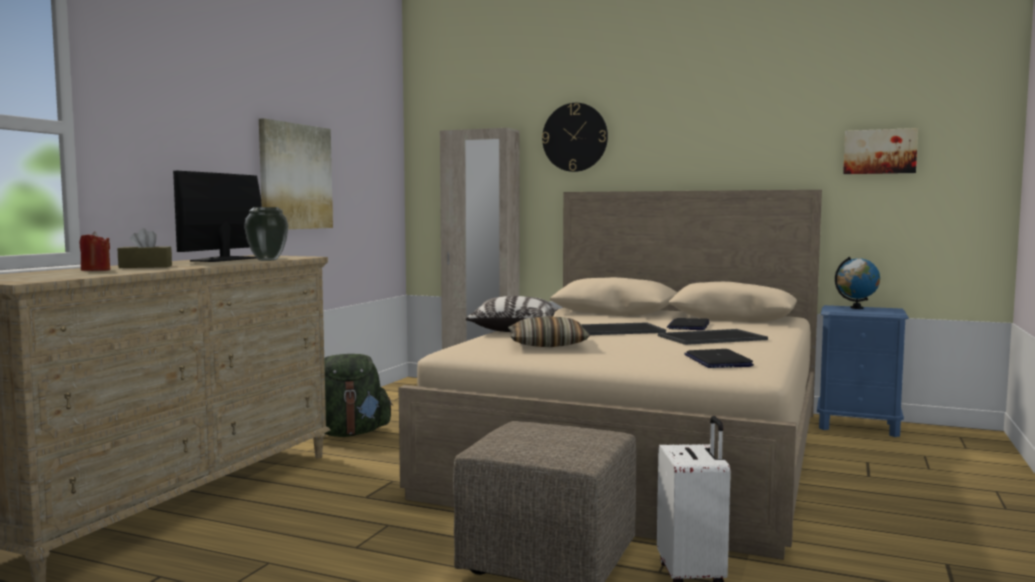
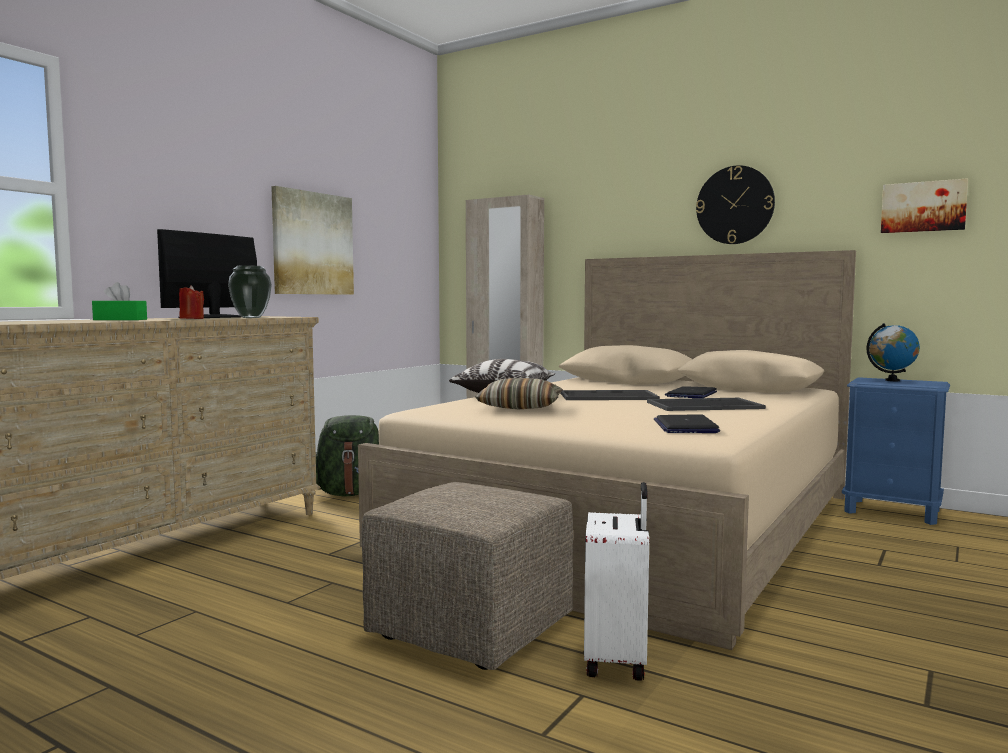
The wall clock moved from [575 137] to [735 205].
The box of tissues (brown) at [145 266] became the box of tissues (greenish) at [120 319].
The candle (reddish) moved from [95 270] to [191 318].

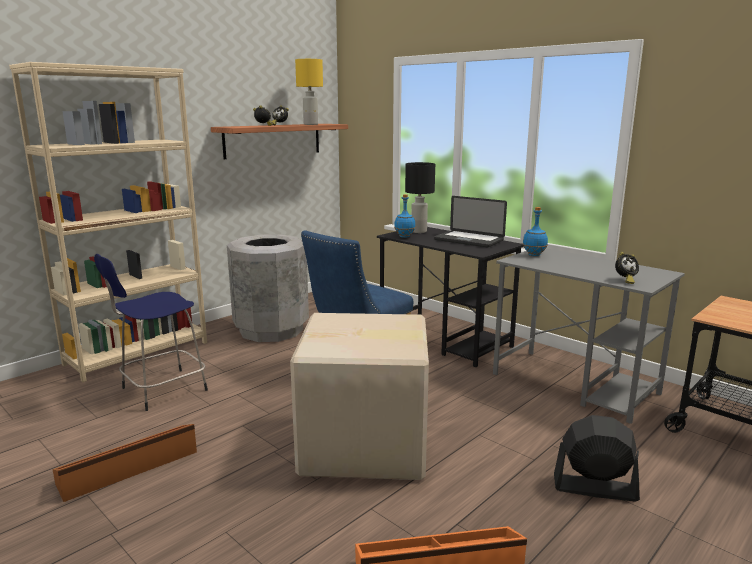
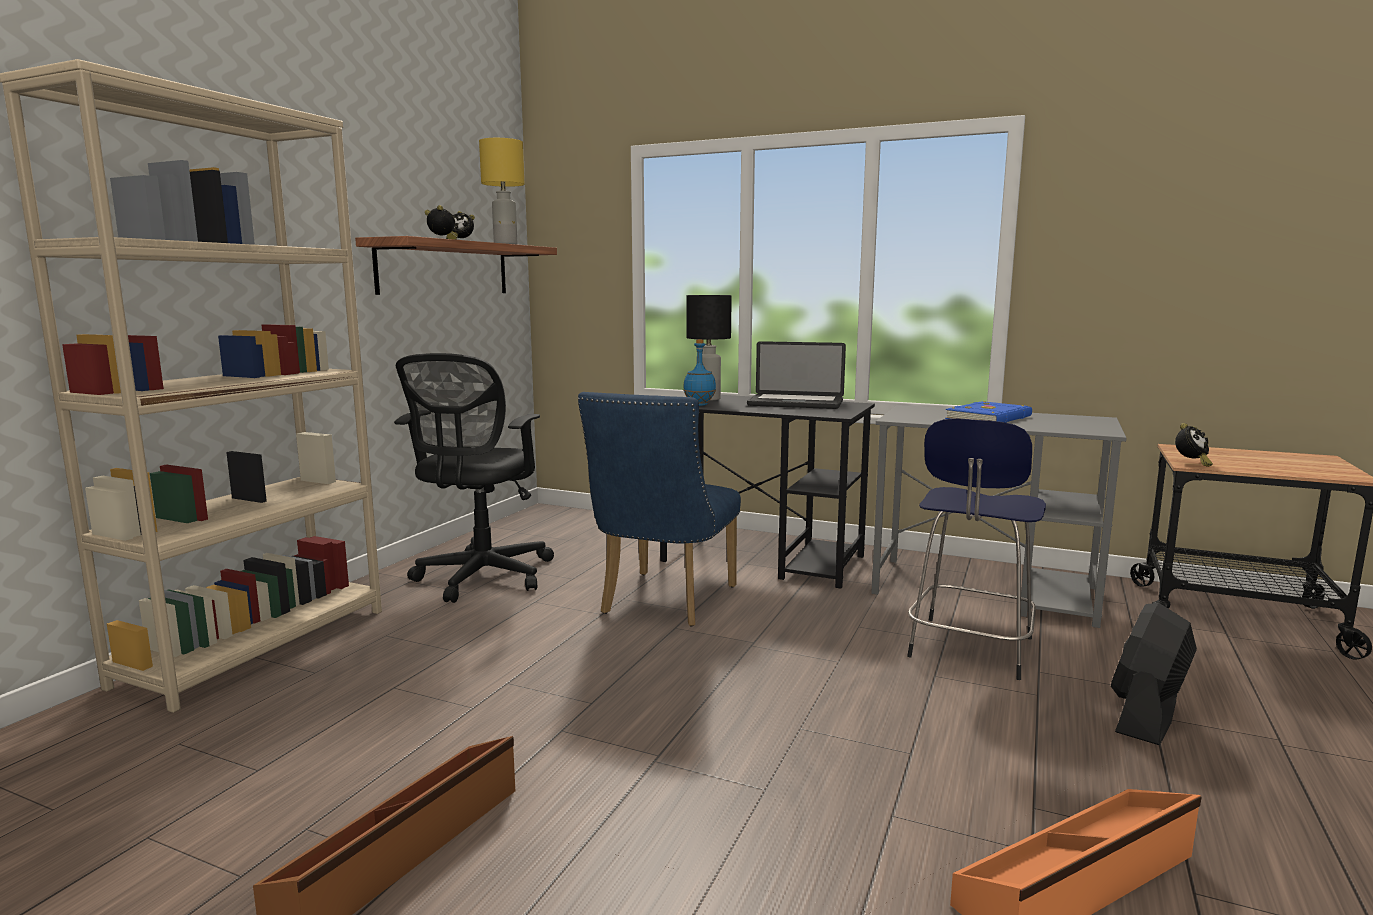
The bottle (blue) at [534 255] disappeared.
The waste bin (greyish) at [271 330] was replaced by the computer chair (black) at [481 579].
The alarm clock moved from [625 280] to [1191 463].
The sitting stool (blue) moved from [161 390] to [969 649].
The carton at [366 445] disappeared.
The electric fan (black) at [594 488] turned 45 degrees counterclockwise.
The book (blue) at [990 418] appeared.

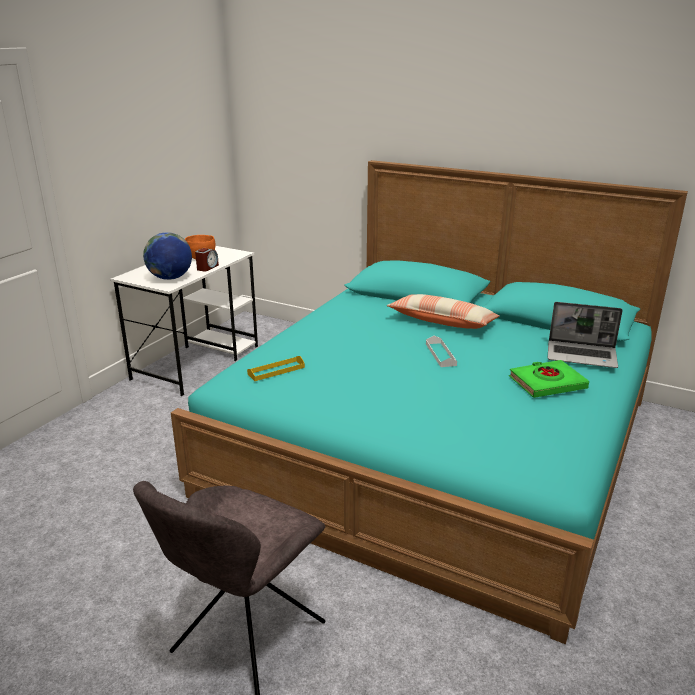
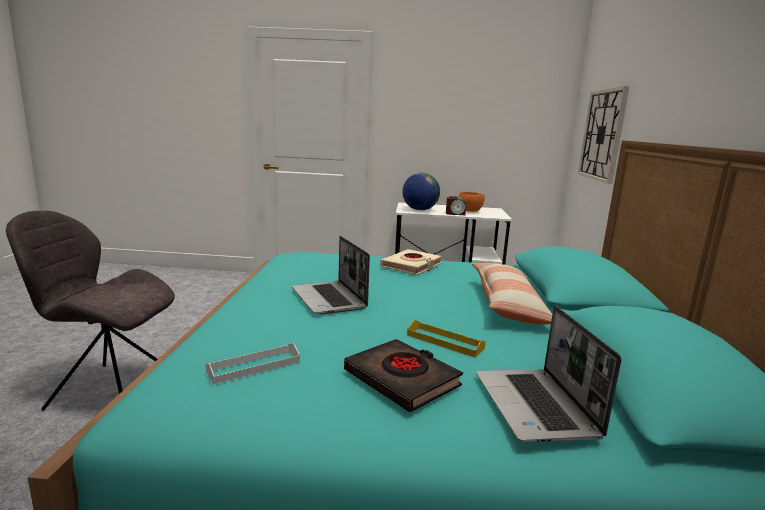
The serving tray (white-coloured) moved from [440 354] to [254 366].
The serving tray (yellow) moved from [276 371] to [445 342].
The book (greenish) at [547 383] became the book (black) at [402 379].
The wall clock at [602 135] appeared.
The laptop at [330 299] appeared.
The book (beige-coloured) at [411 266] appeared.

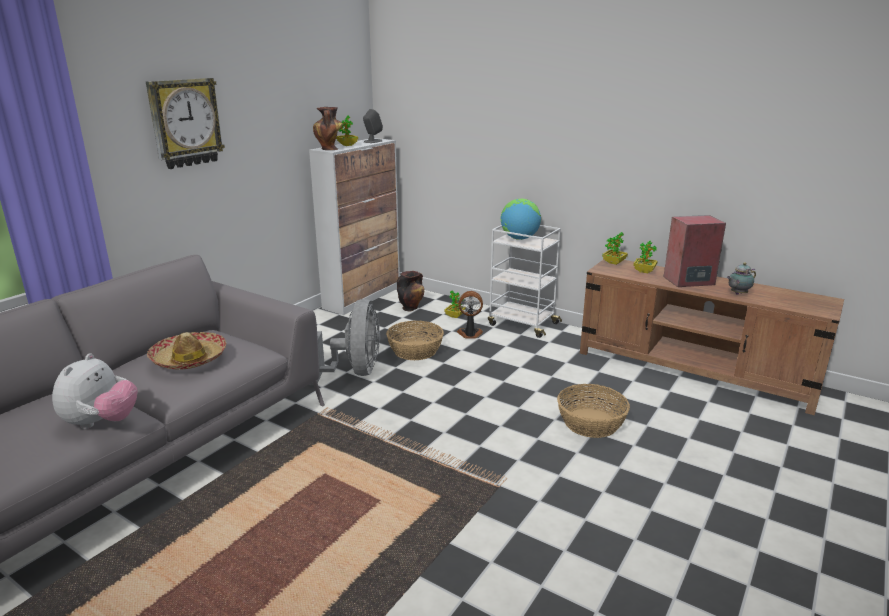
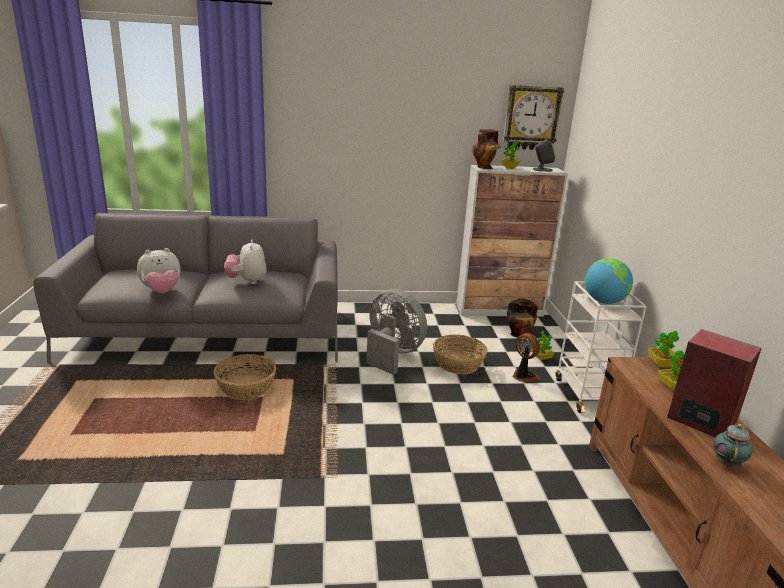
The wall clock moved from [185 123] to [531 118].
The teapot at [737 294] turned 90 degrees clockwise.
The electric fan (greyish) at [355 372] turned 105 degrees counterclockwise.
The hat at [189 359] was replaced by the plush toy at [247 281].
The basket moved from [591 423] to [246 388].

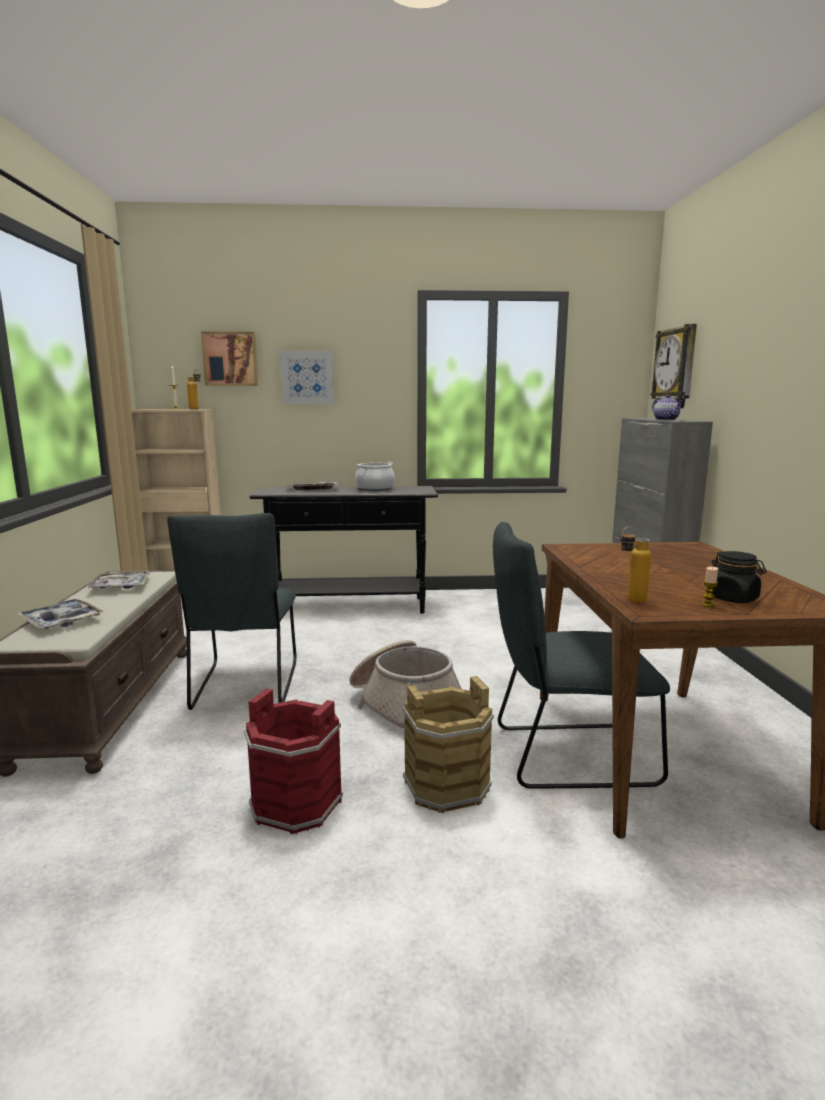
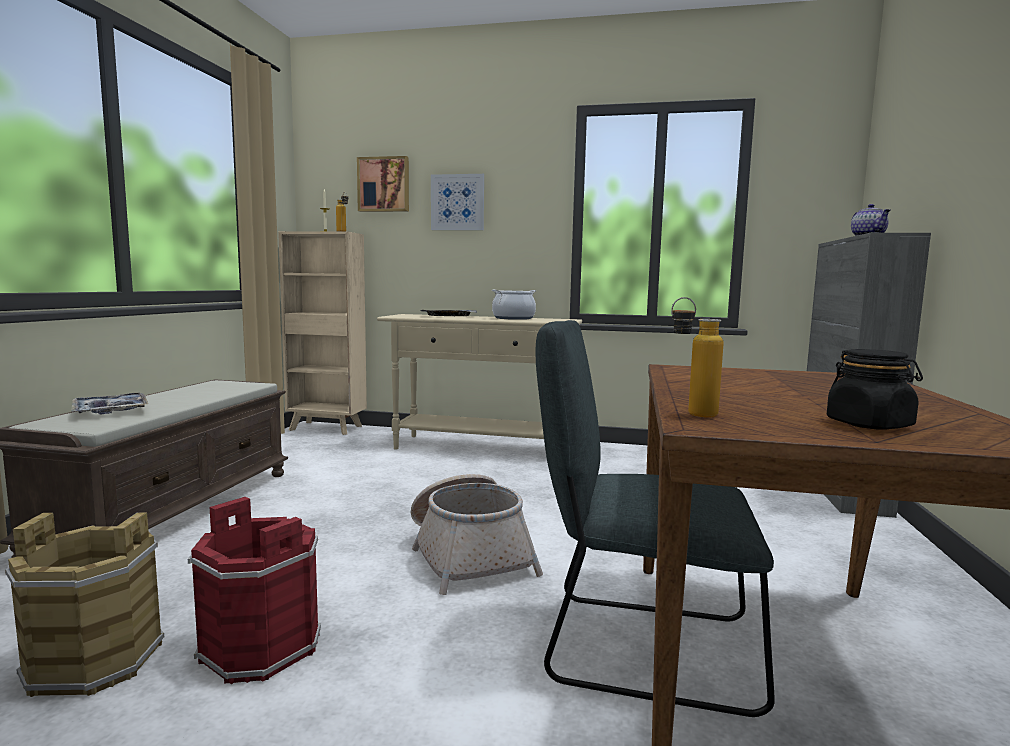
The wall clock at [676 368] disappeared.
The narrow table (black) at [349 607] became the narrow table (beige-coloured) at [480 448].
The upright chair (greyish) at [245 688] disappeared.
The candle at [708 604] disappeared.
The serving tray at [121 586] disappeared.
The water bucket (brown) moved from [446 785] to [95 660].

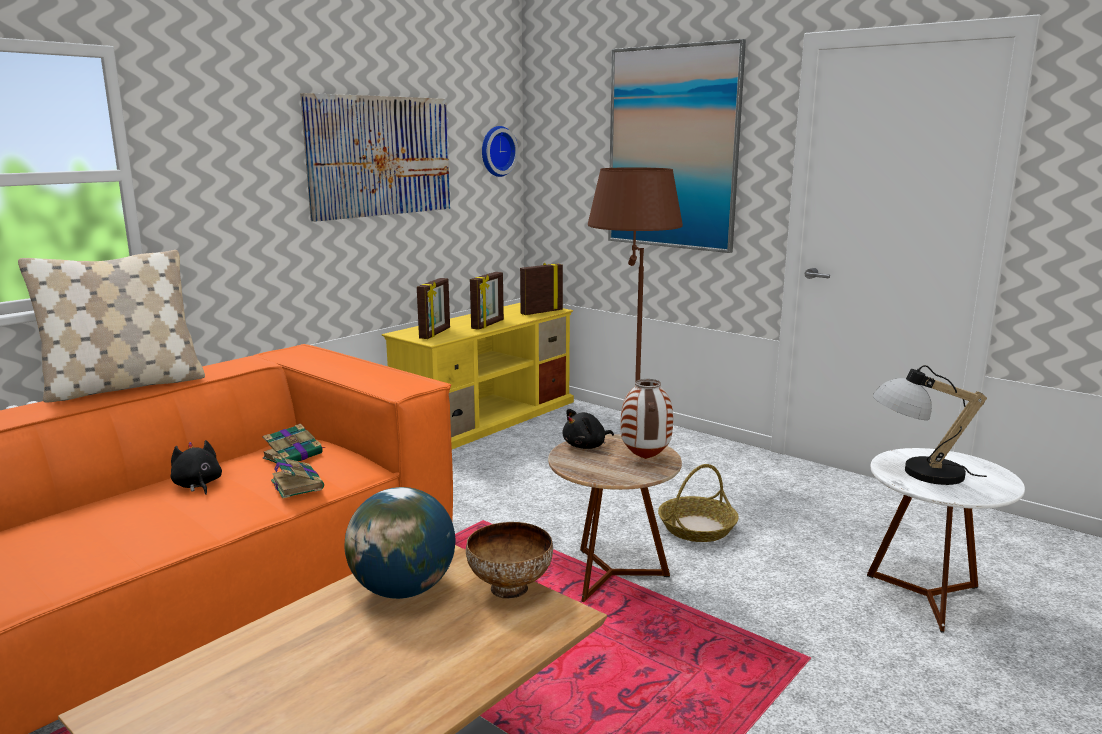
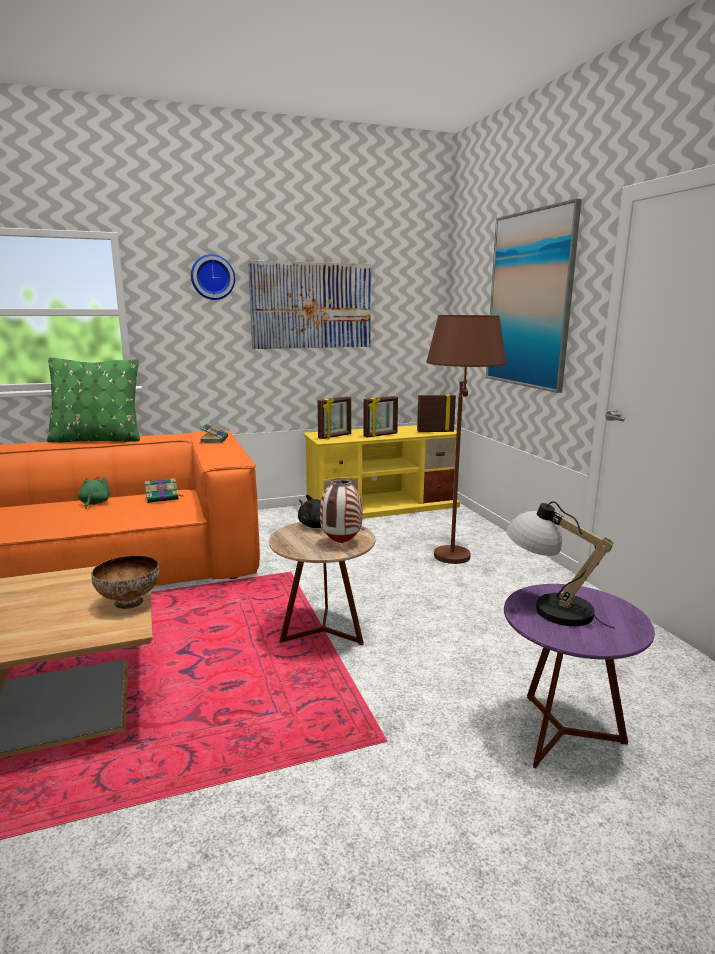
The wall clock moved from [496 151] to [212 277].
The cushion (beige-coloured) at [125 386] became the cushion (greenish) at [97 440].
The plush toy (black) at [197 485] became the plush toy (greenish) at [94 503].
The side table (white-coloured) at [927 596] became the side table (purple) at [562 733].
The book moved from [297 484] to [214 440].
The basket at [697 528] disappeared.
The globe at [403 589] disappeared.

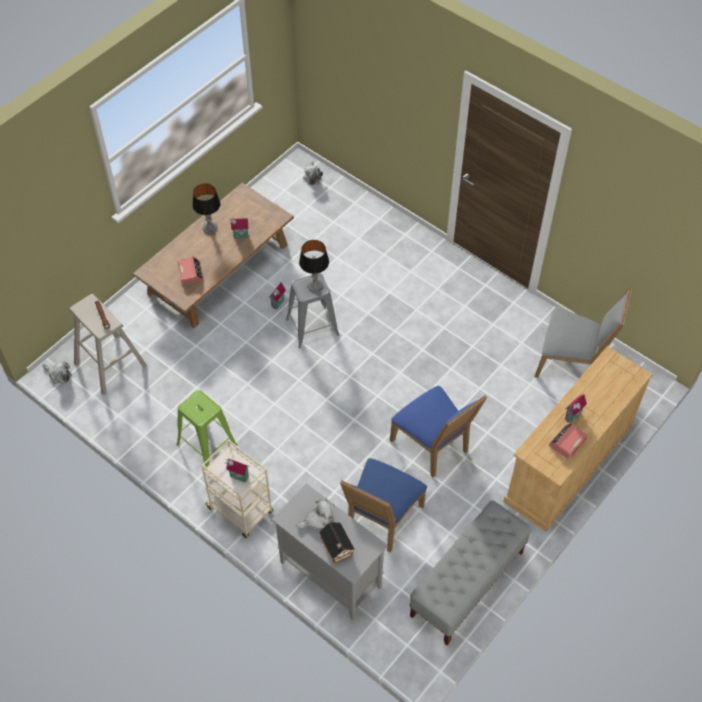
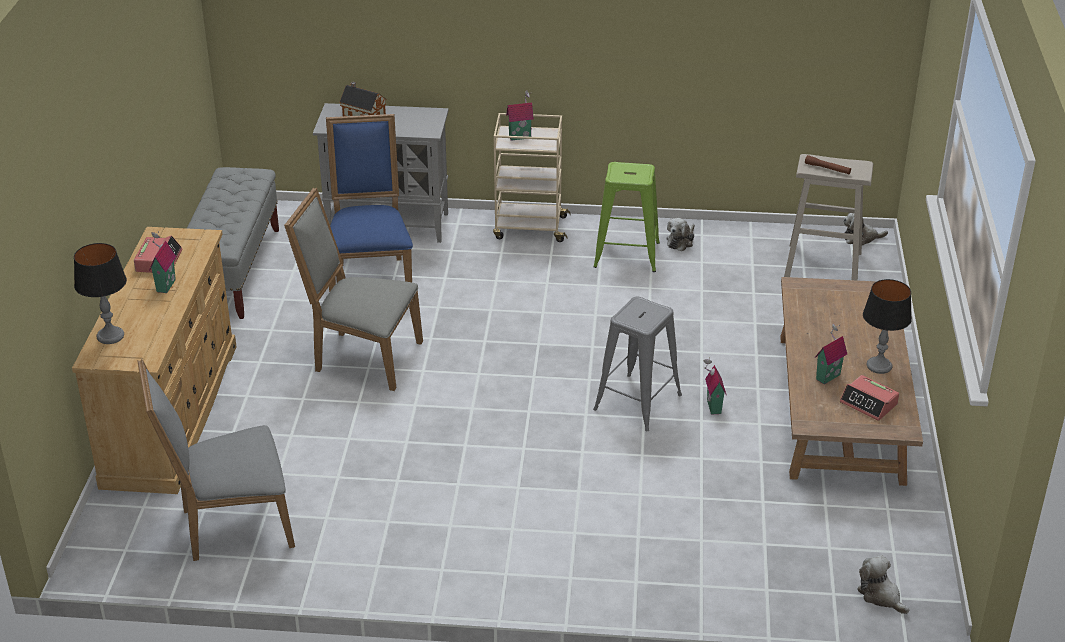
The table lamp moved from [315 285] to [110 336].
The alarm clock moved from [190 273] to [869 403].
The upright chair (blue) at [433 447] became the upright chair (greyish) at [362 357].
The plush toy moved from [317 519] to [681 241].

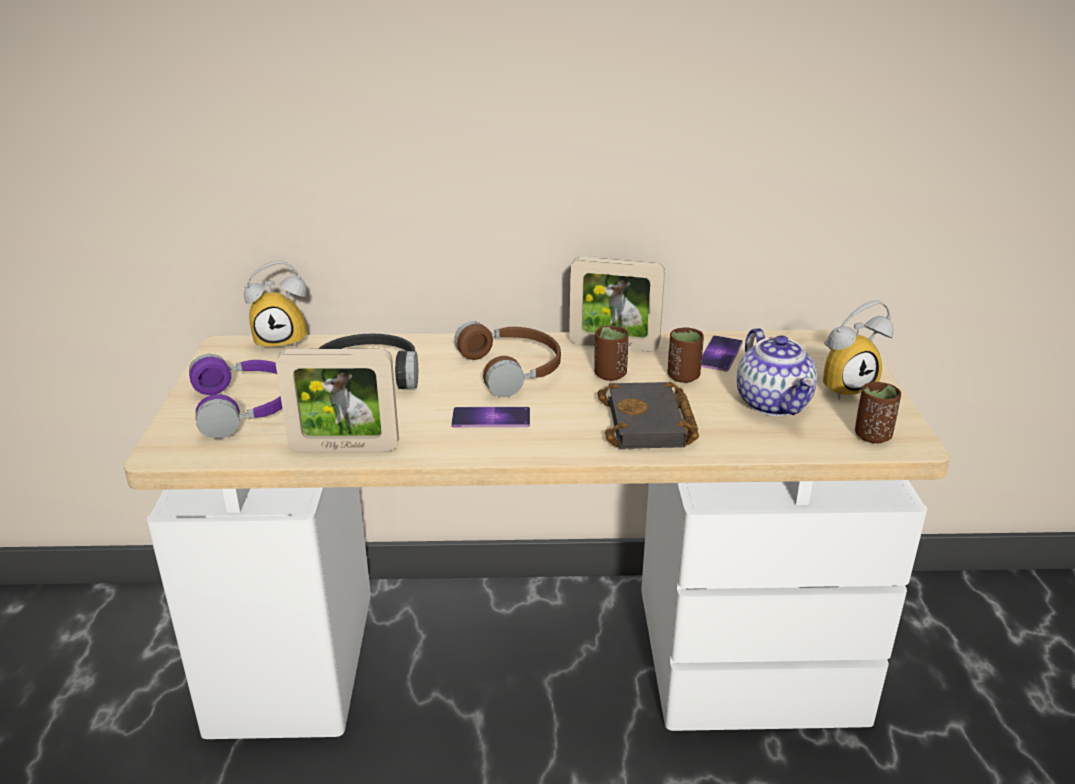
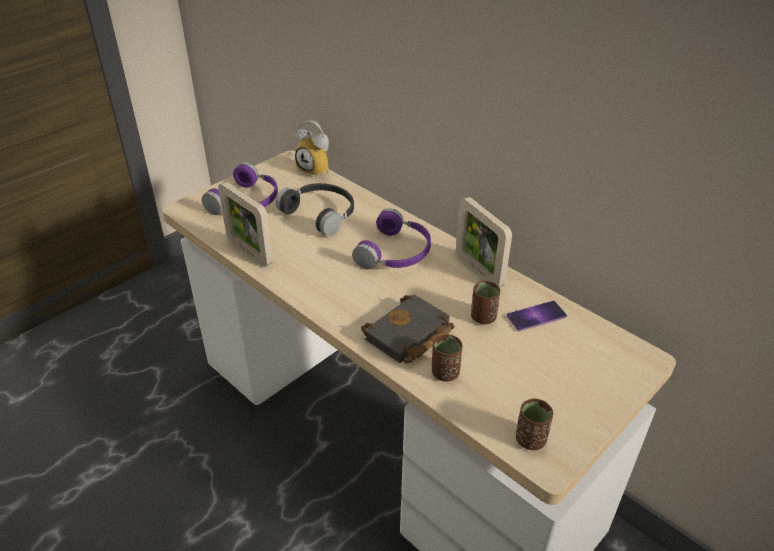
The alarm clock at [845 386] disappeared.
The headset (brown) at [514 369] became the headset (purple) at [396 253].
The drinking cup (brown) moved from [610 375] to [445 373].
The teapot at [774 404] disappeared.
The phone at [491 418] disappeared.

